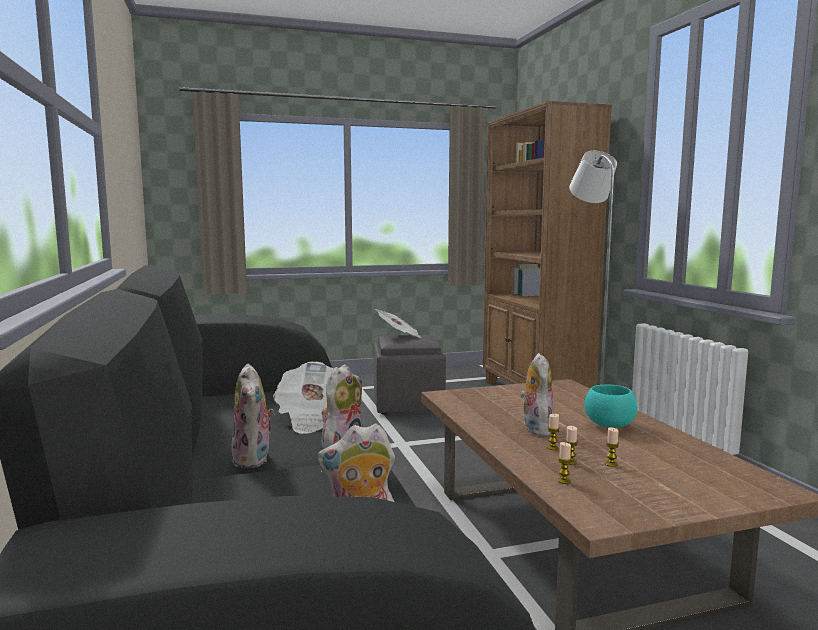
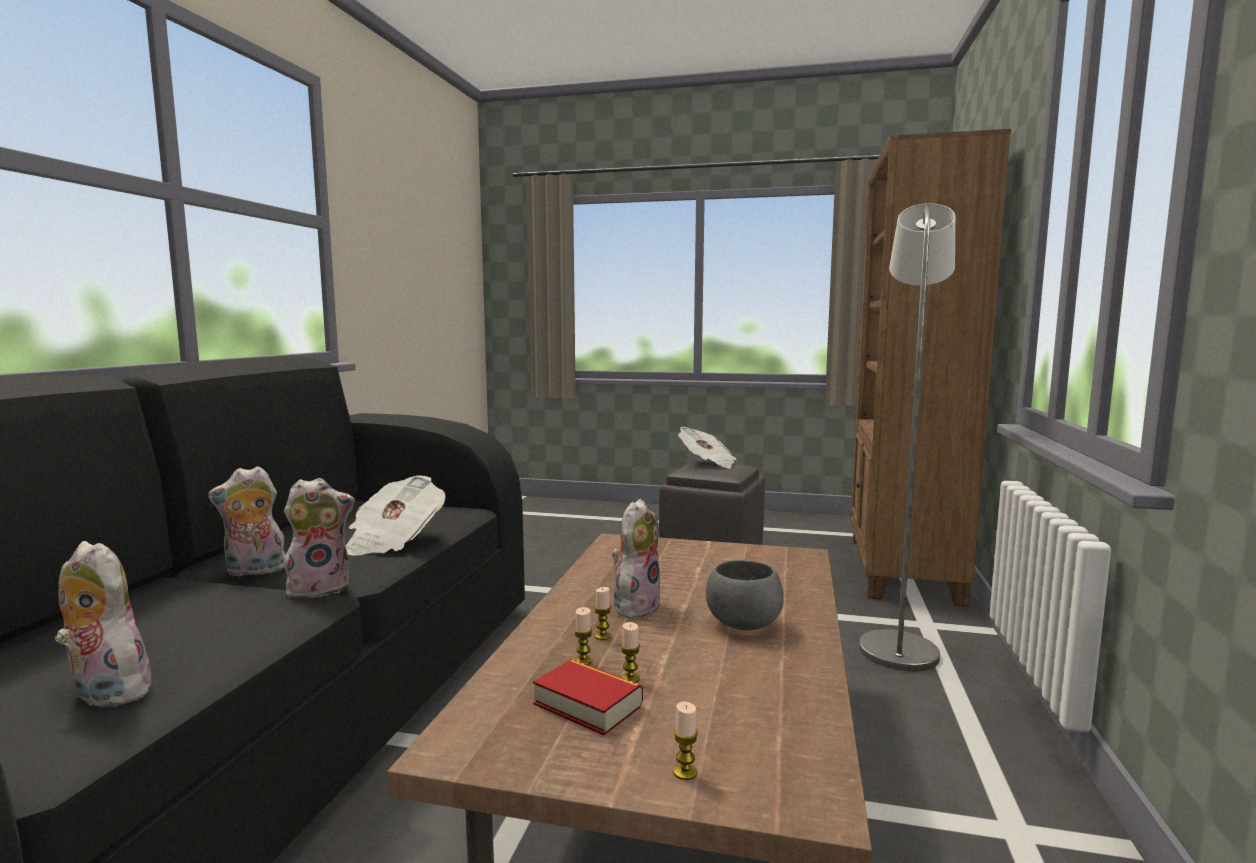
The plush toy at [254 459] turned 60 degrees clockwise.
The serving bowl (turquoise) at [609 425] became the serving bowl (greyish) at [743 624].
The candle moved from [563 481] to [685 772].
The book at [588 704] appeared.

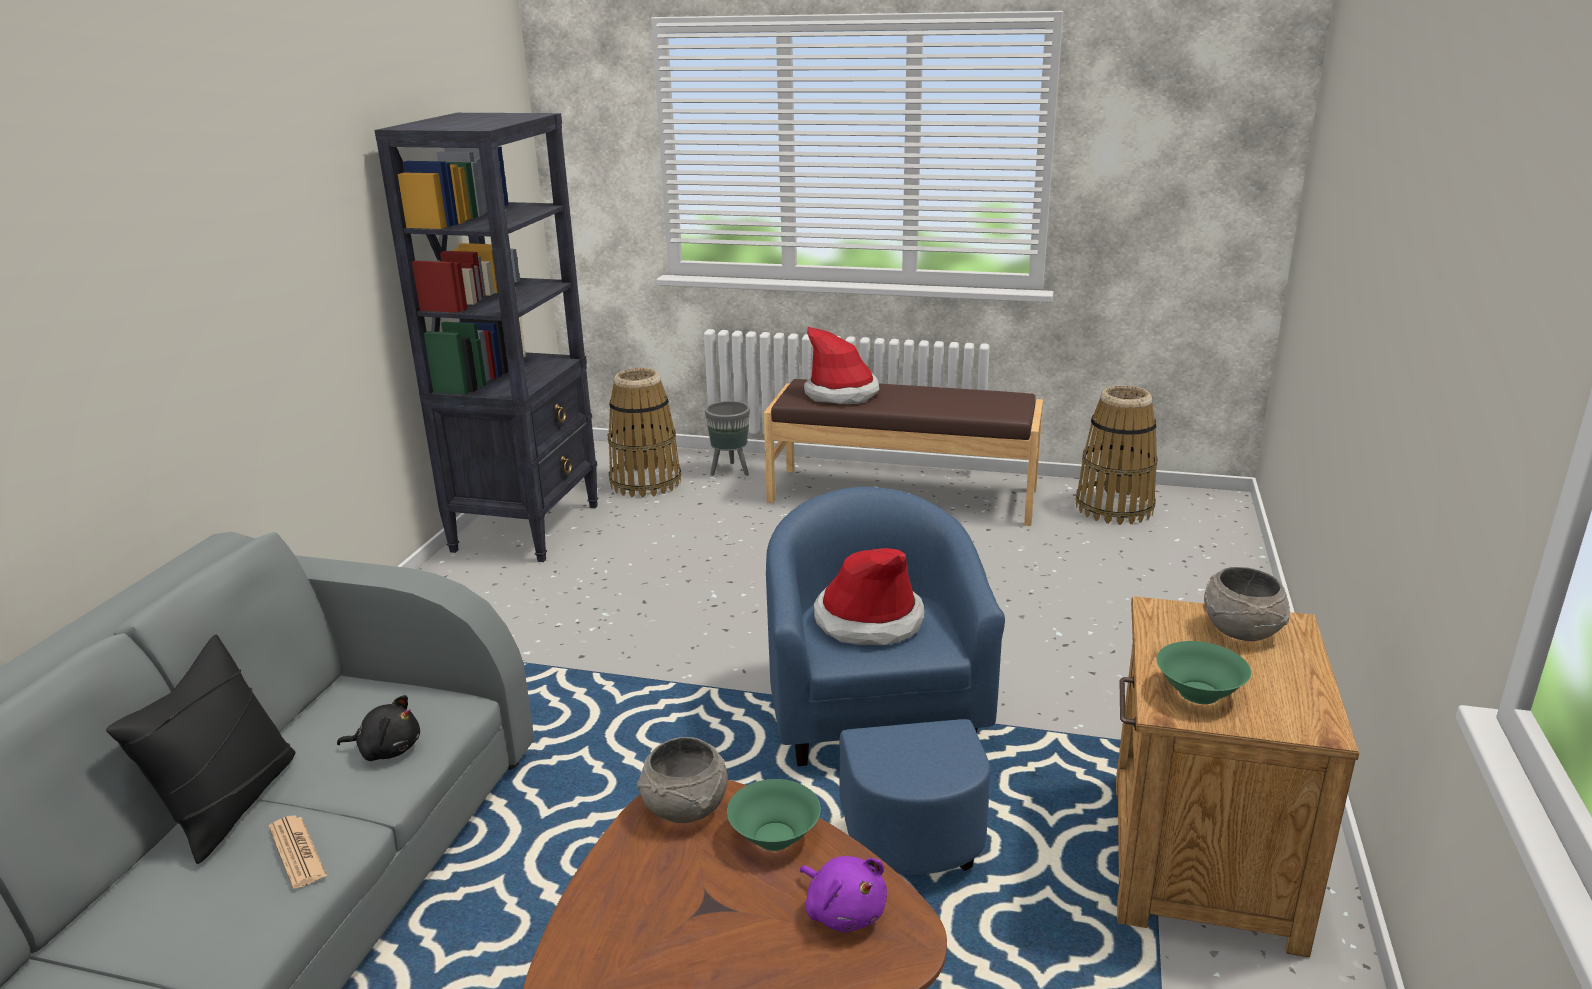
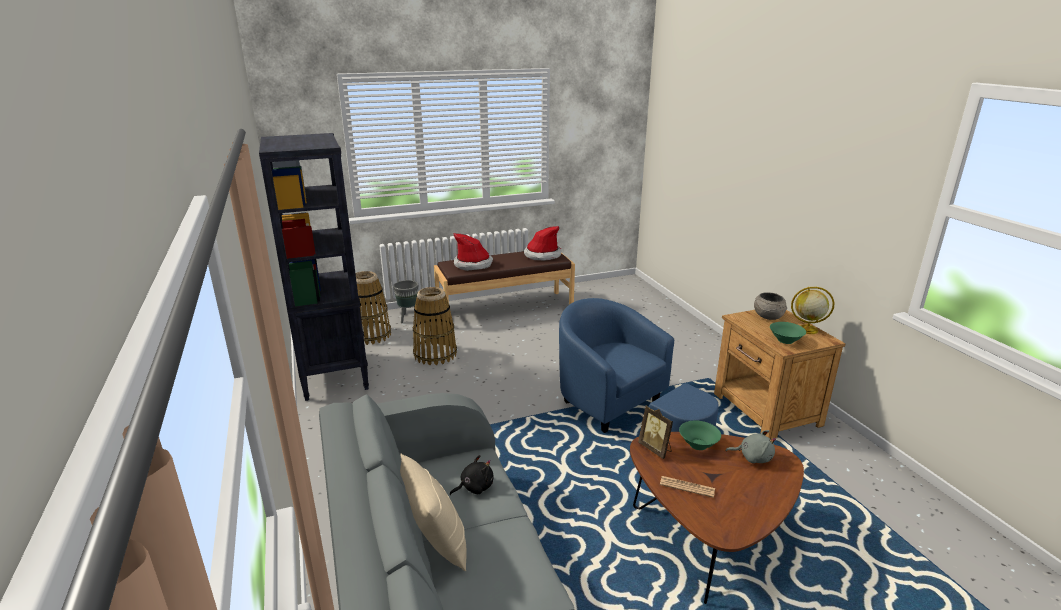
The basket moved from [1114 508] to [435 354].
The hat moved from [868 620] to [542 255].
The cushion (black) at [230 804] became the cushion (beige-coloured) at [437 542].
The serving bowl (greyish) at [686 809] was replaced by the standing frame at [656 449].
The daily paper moved from [297 852] to [687 487].
The plush toy (purple) at [843 911] became the plush toy (greyish) at [753 457].
The globe at [806 329] appeared.

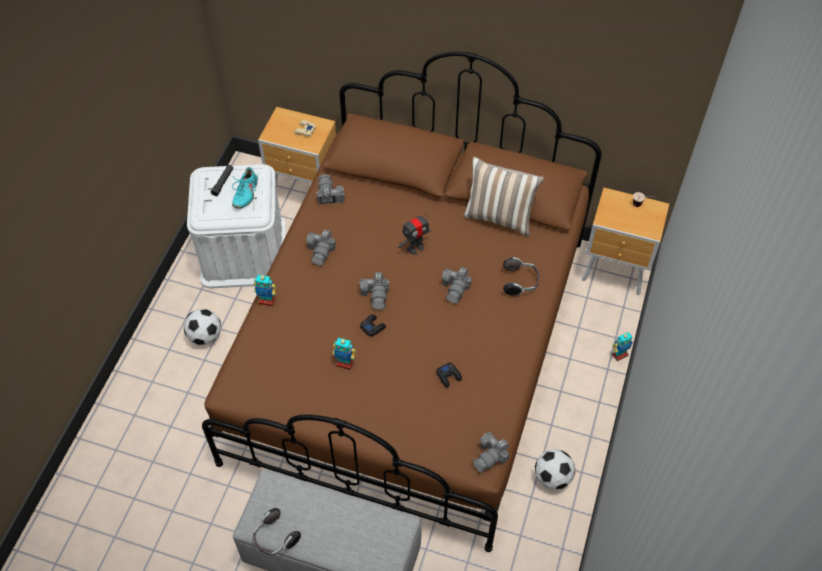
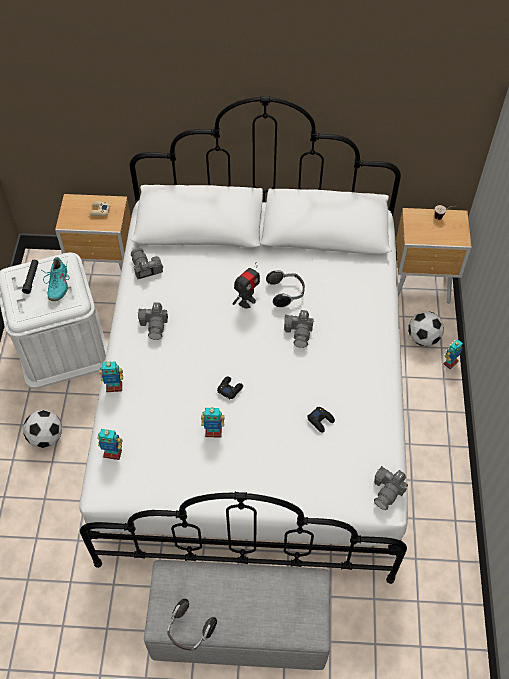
The bedroom bed (brown) at [411 348] became the bedroom bed (white-coloured) at [255 401].
The cushion at [499 217] disappeared.
The headset moved from [520 282] to [286 293].
The photo camera at [376 295] disappeared.
The football ball moved from [552 477] to [423 338].
The toy robot at [112 453] appeared.

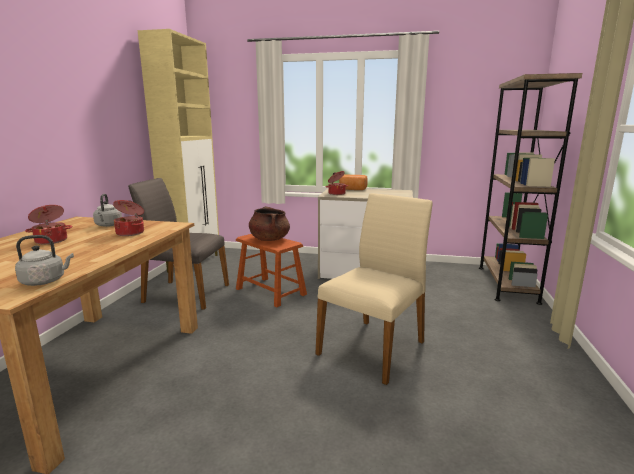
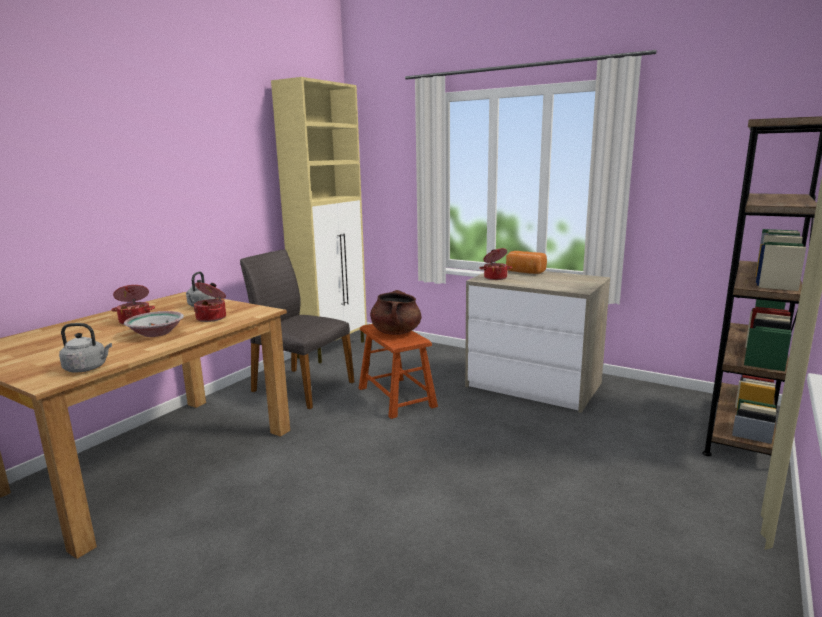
The upright chair (beige-coloured) at [373 347] disappeared.
The serving bowl at [155 333] appeared.

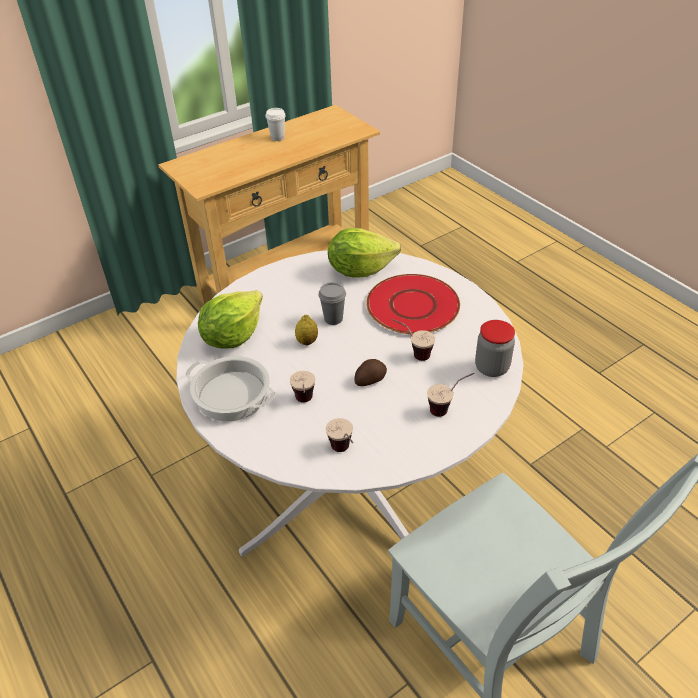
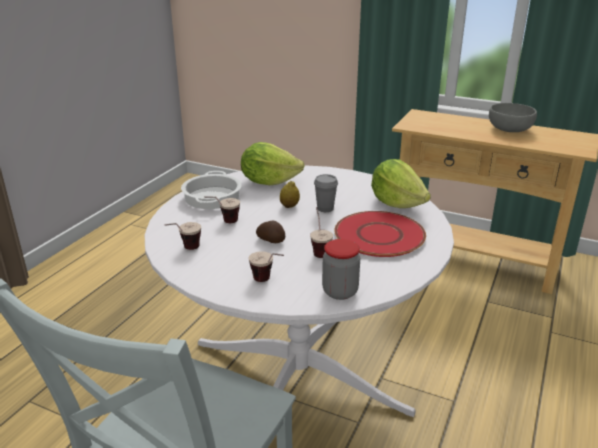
The drinking cup (white-coloured) at [277 137] was replaced by the serving bowl (greyish) at [509 129].

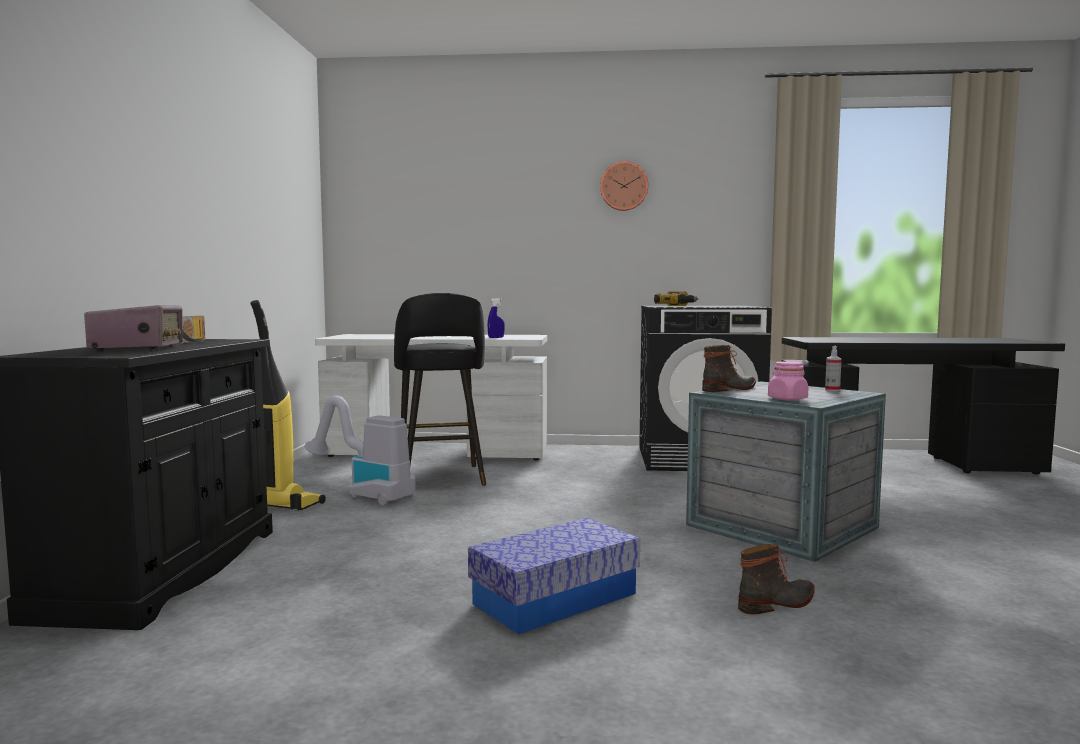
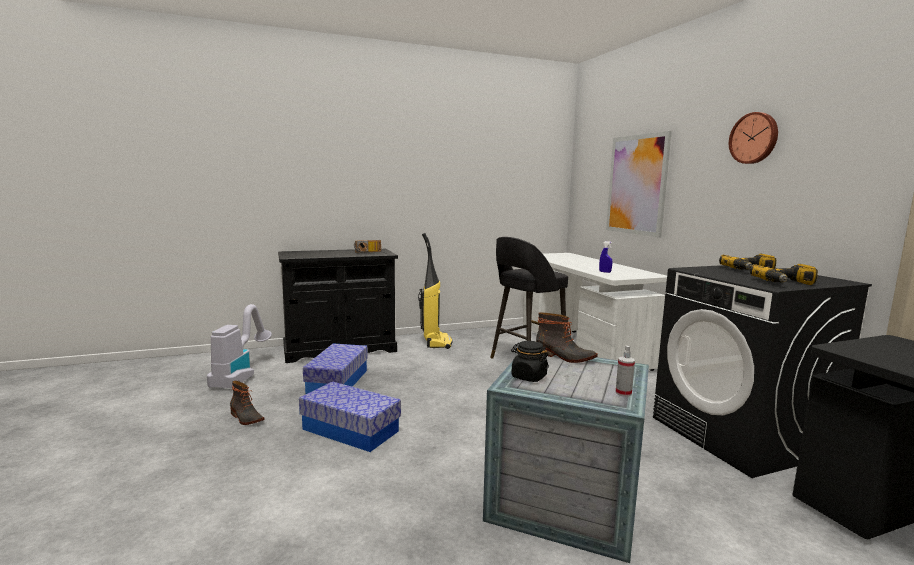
The radio set at [139 348] disappeared.
The jar (pink) at [787 398] became the jar (black) at [528 377].
The vacuum cleaner moved from [364 493] to [241 376].
The high-top boot moved from [778 603] to [246 418].
The wall picture at [637 185] appeared.
The power drill at [785 283] appeared.
The storage box at [337 381] appeared.

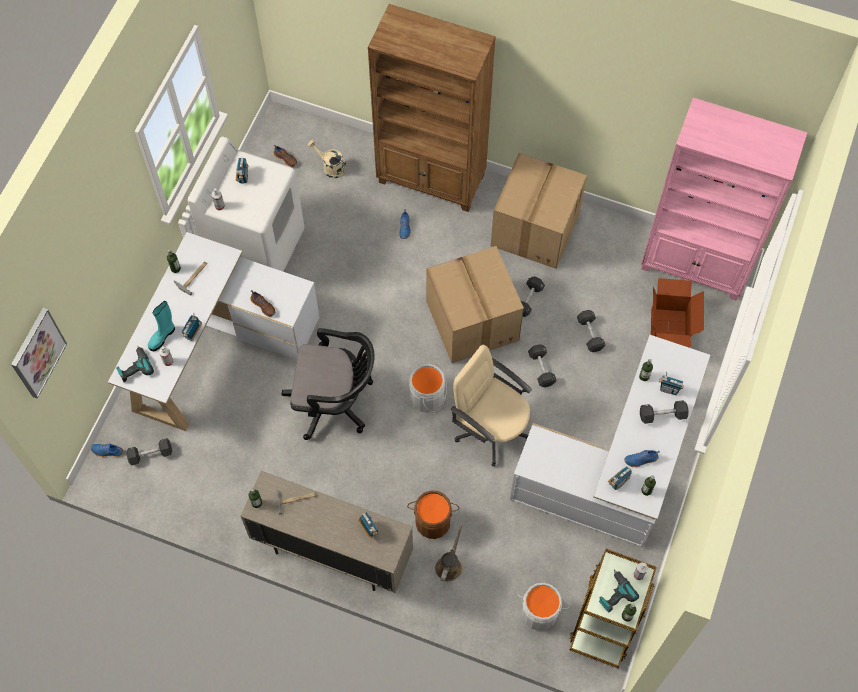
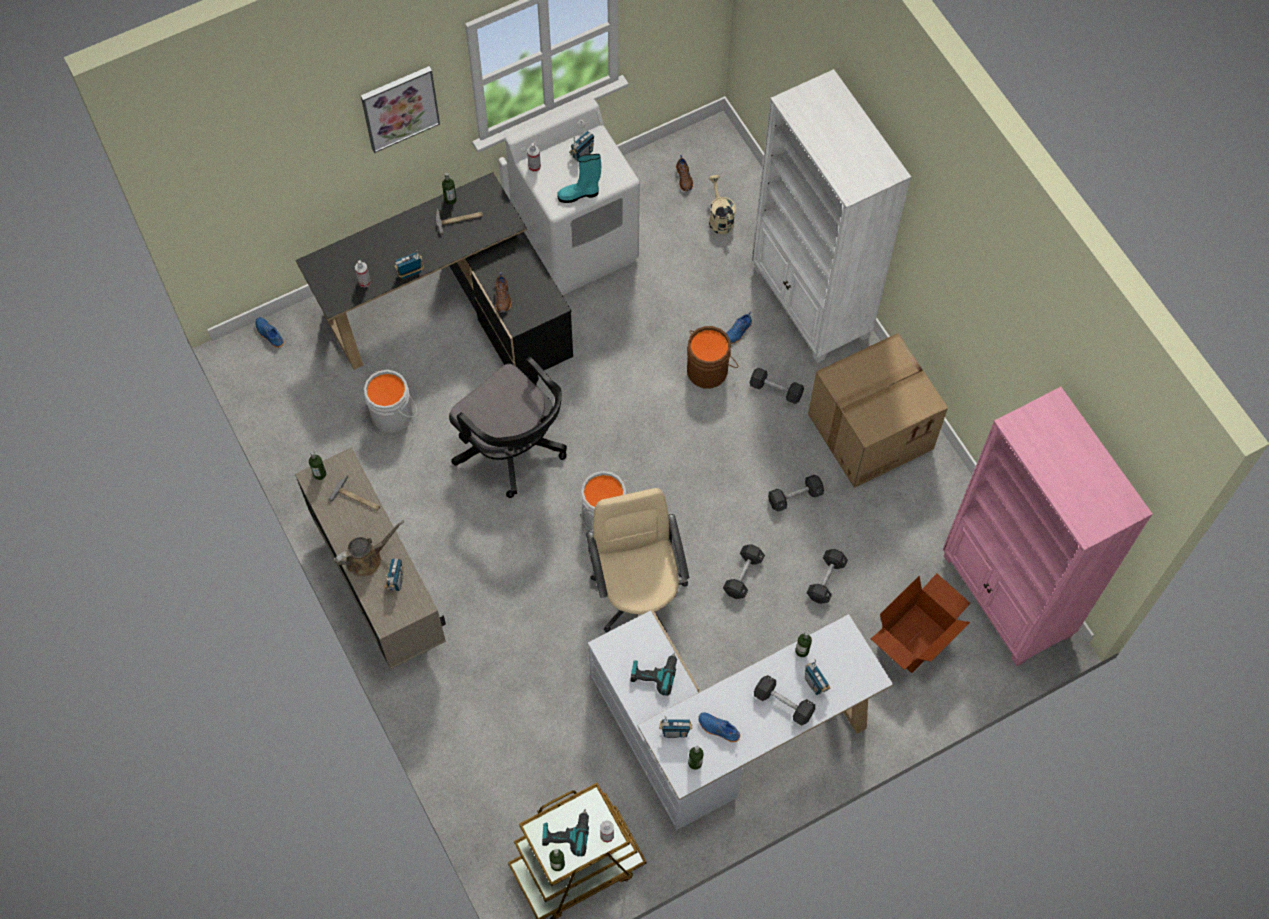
The bookshelf (brown) at [432 179] became the bookshelf (white-coloured) at [810 303].
The desk table (white-coloured) at [216 347] became the desk table (black) at [452 312].
The carton at [471 320] disappeared.
The high-top boot (turquoise) moved from [162 337] to [579 194].
The wall picture moved from [37 352] to [400 108].
The power drill moved from [134 367] to [653 673].
The free weight (black) moved from [150 454] to [776 390].
The water bucket (brown) moved from [433 520] to [708 369].
The watering can (brown) moved from [449 565] to [367 558].
The water bucket (greyish) moved from [539 611] to [394 413].

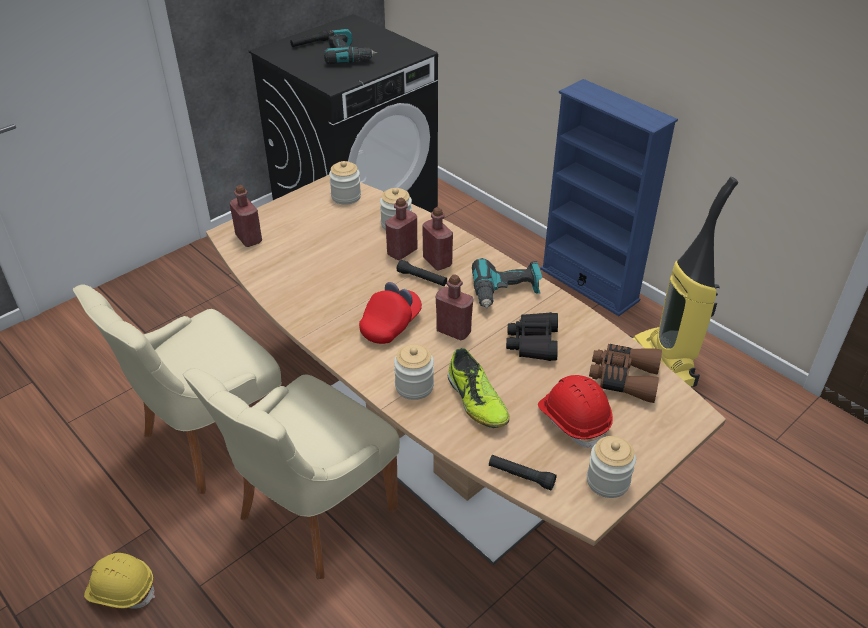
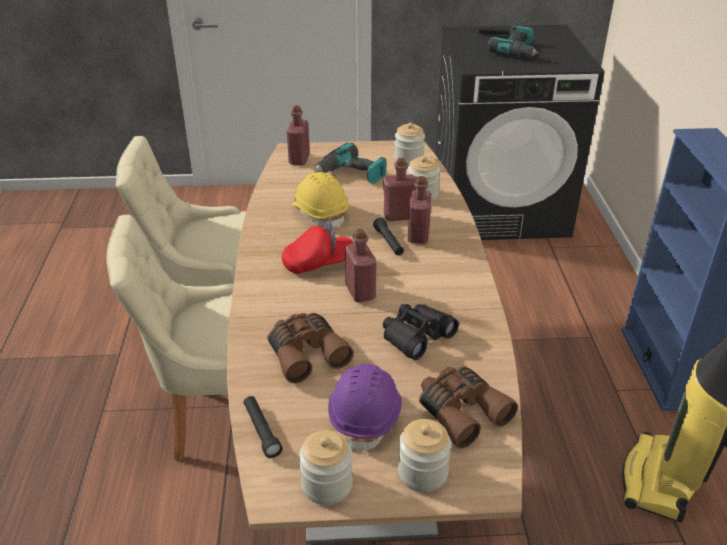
The power drill moved from [506 292] to [351 174].
The jar moved from [414 386] to [422 473].
The shoe at [476 401] was replaced by the pair of binoculars (brown) at [306 353].
The hard hat (reddish) at [574 420] became the hard hat (purple) at [366 417].
The hard hat (yellow) moved from [121 590] to [320 213].

